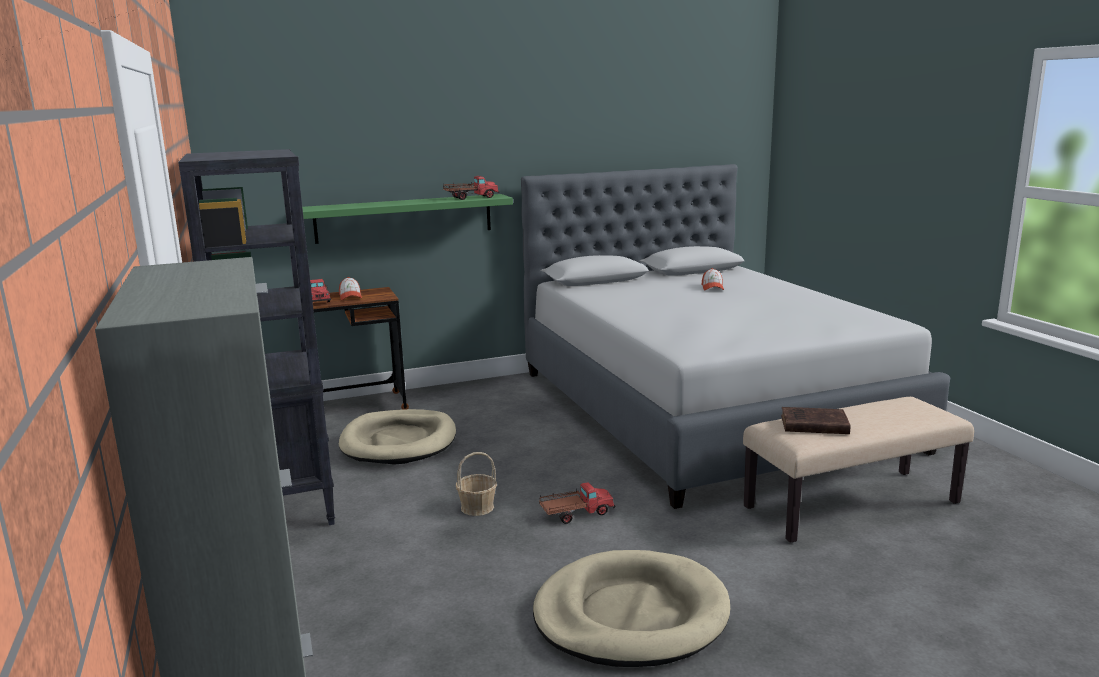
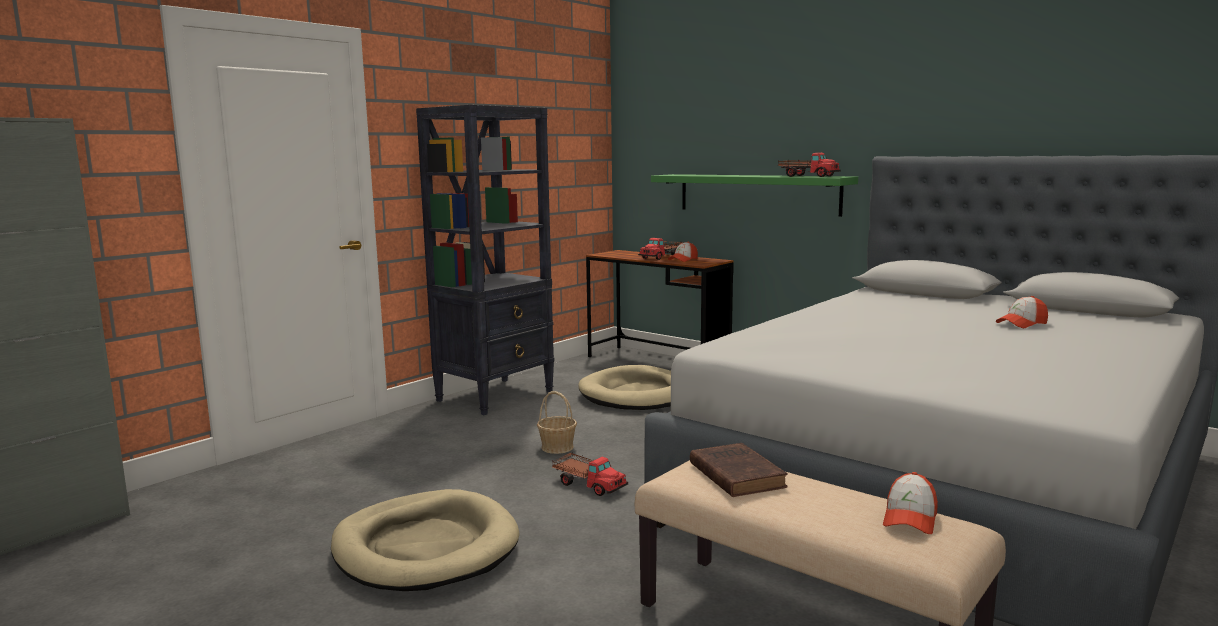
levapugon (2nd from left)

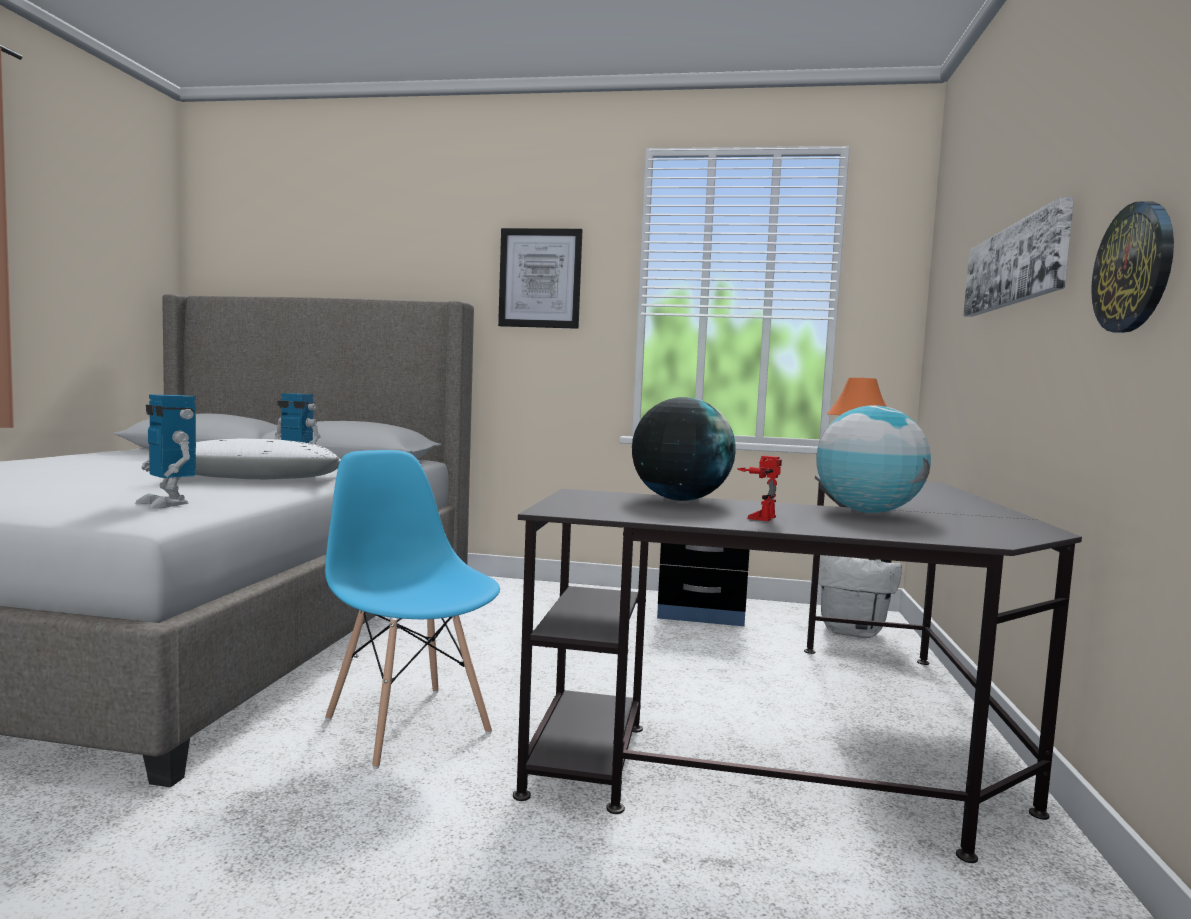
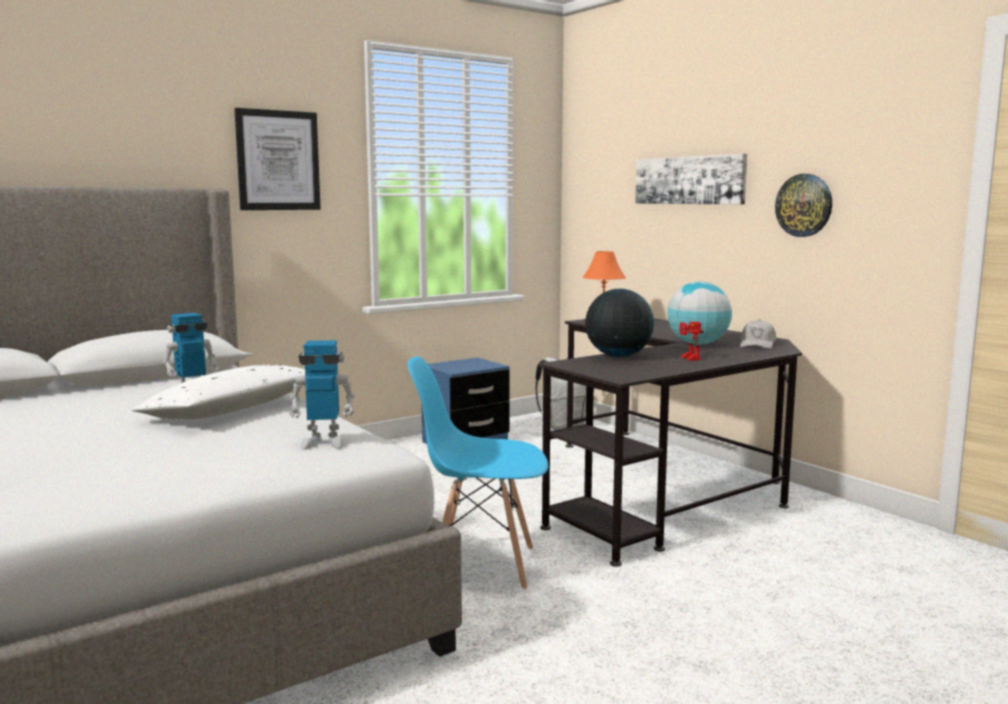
levapugon (white)

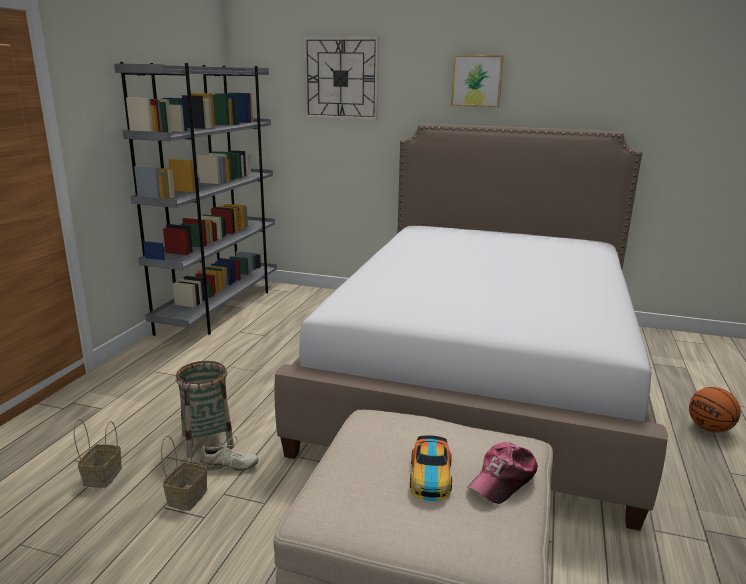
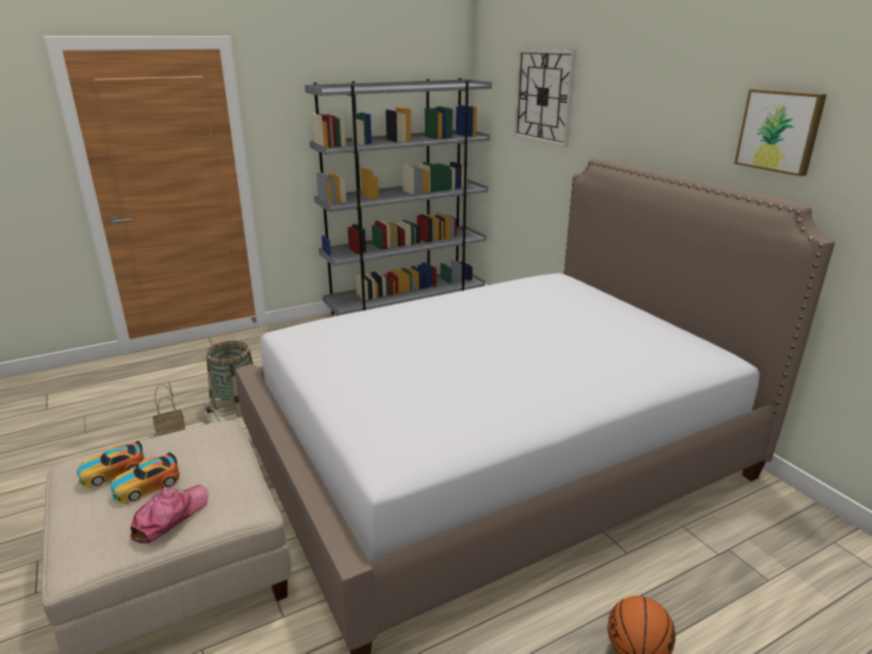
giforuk (1st from left in the first image)
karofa (1st from left)
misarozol
levapugon

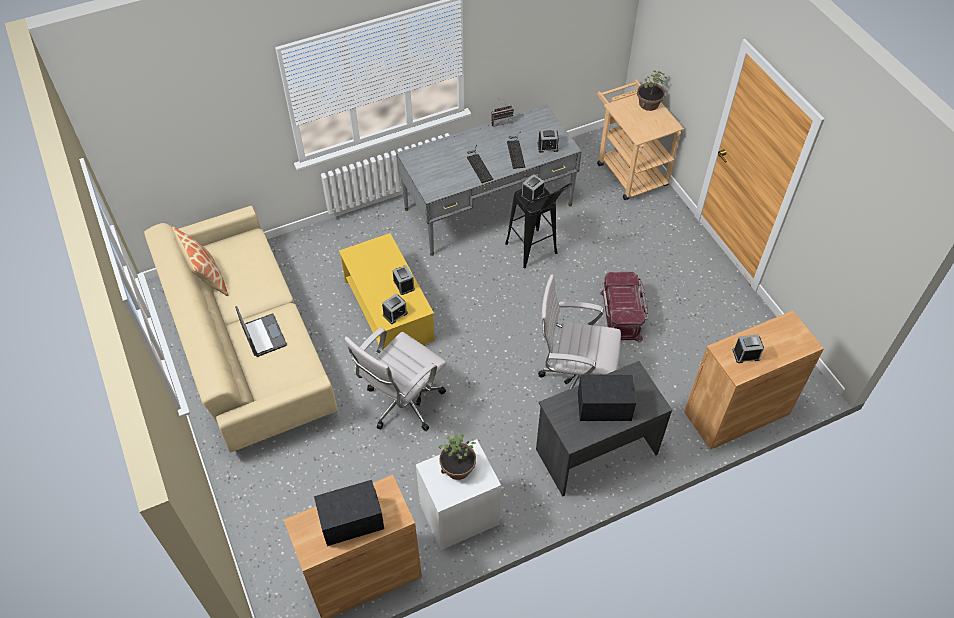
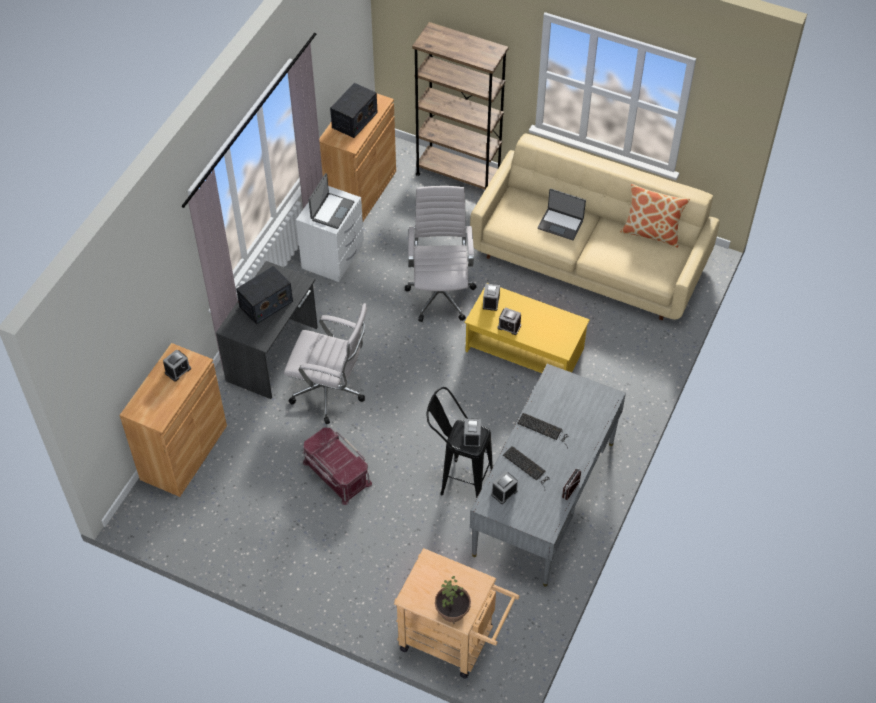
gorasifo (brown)
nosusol (1st from left)
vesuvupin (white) (1st from left)

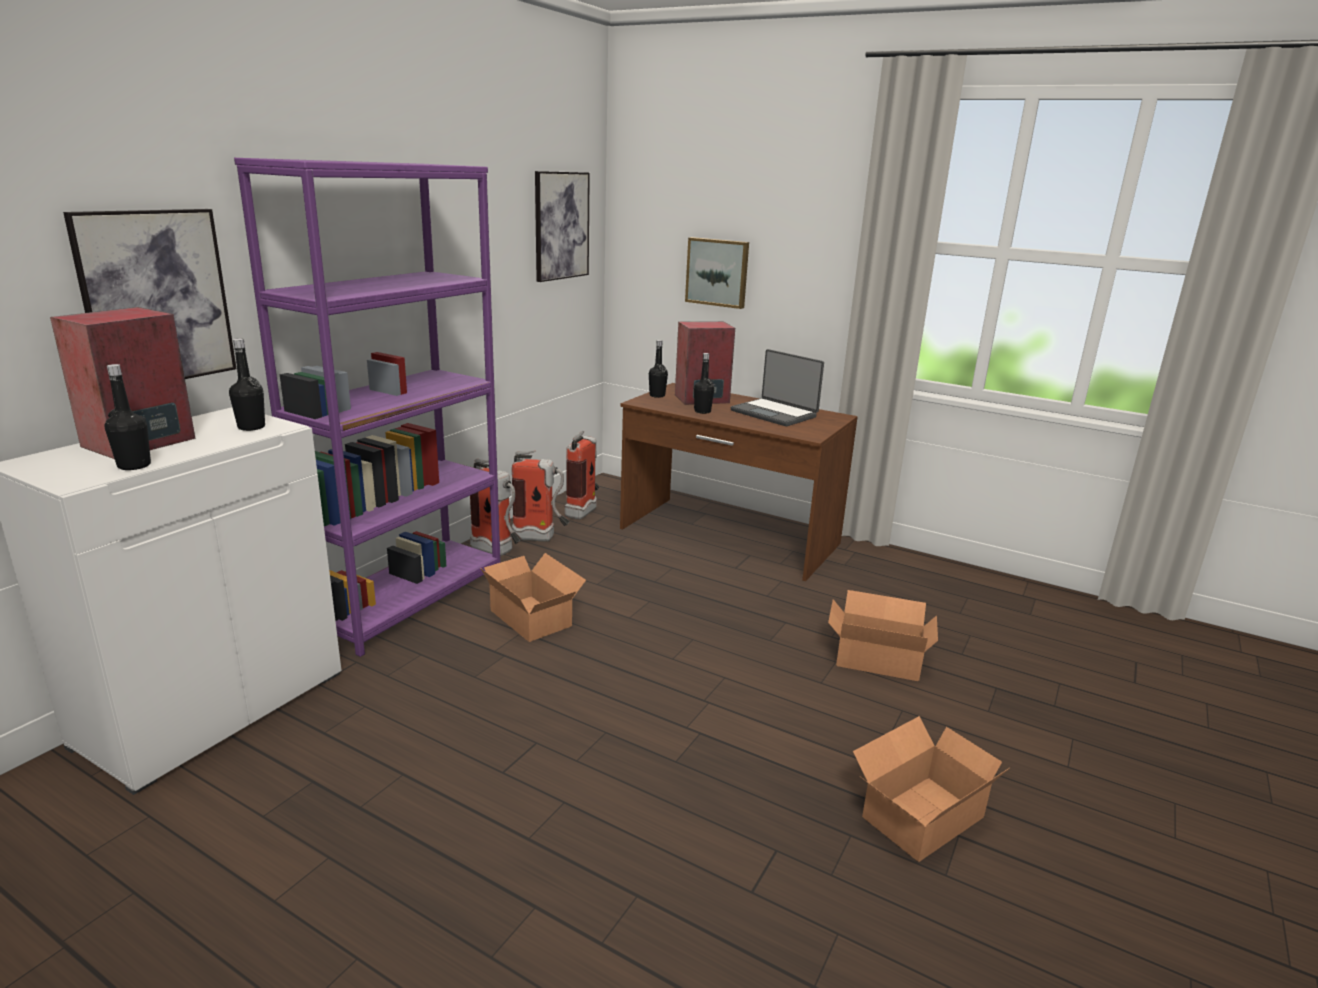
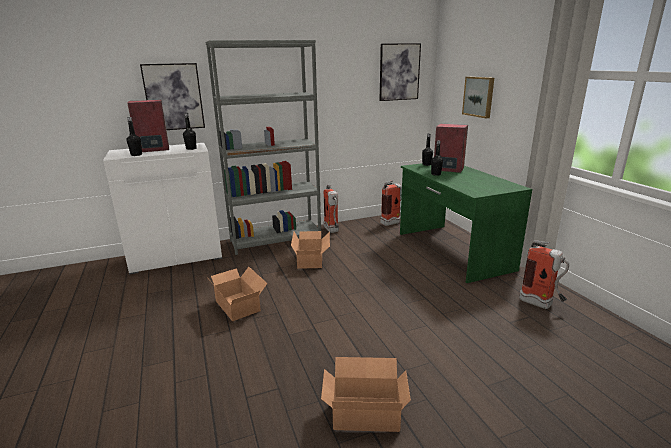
nosusol
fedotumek (3rd from left)
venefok (1st from left)
gorasifo (grey)
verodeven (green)

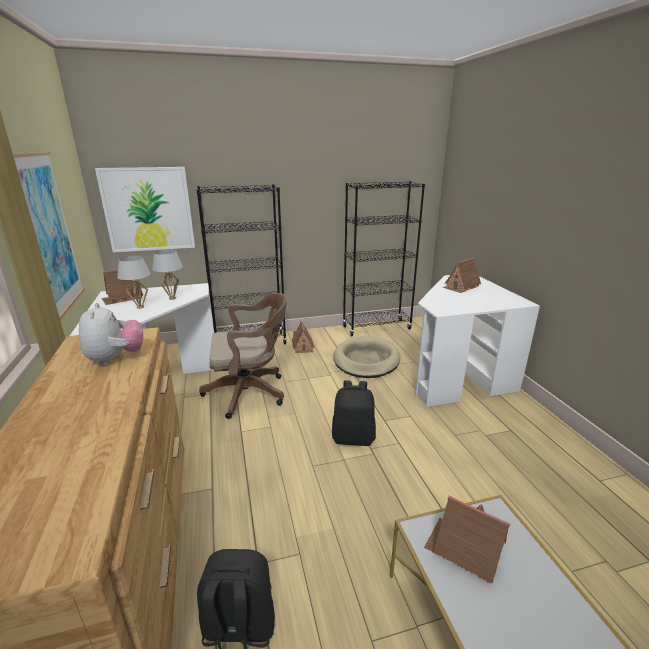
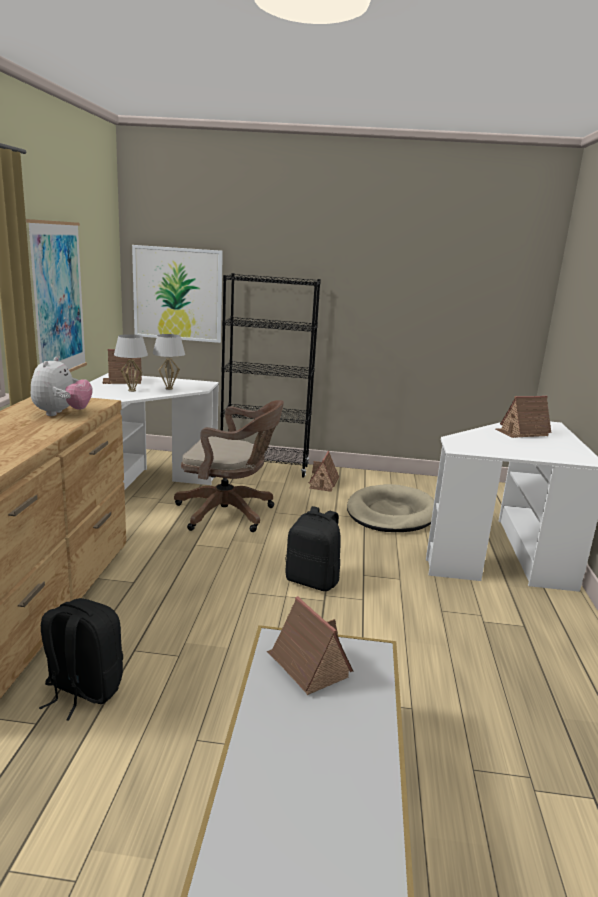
gorasifo (black) (2nd from left in the first image)

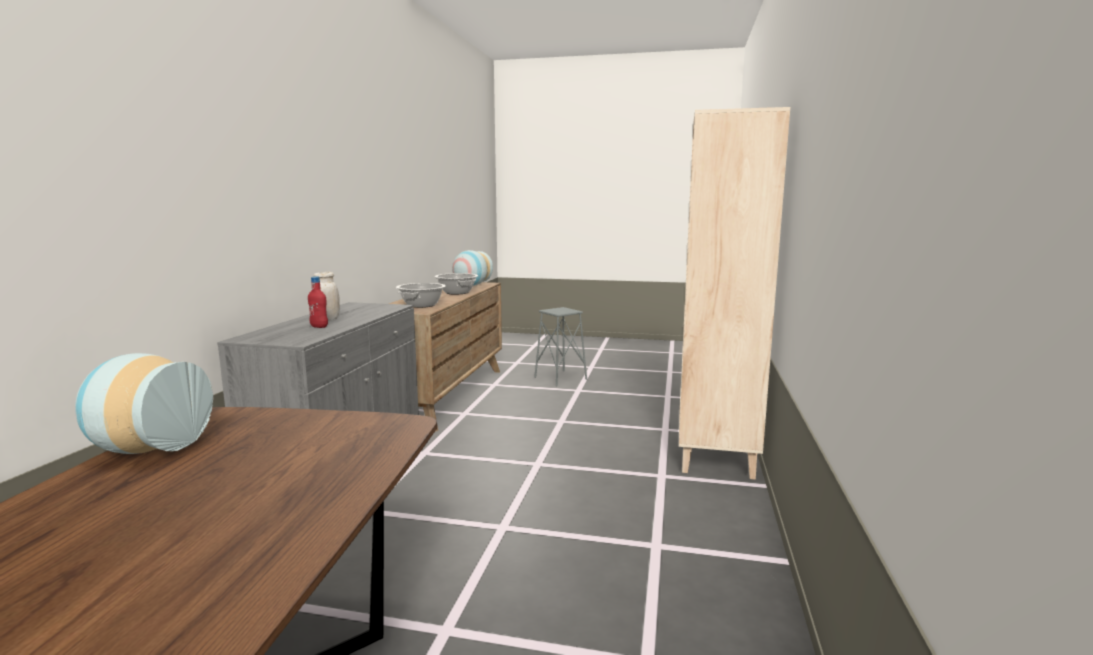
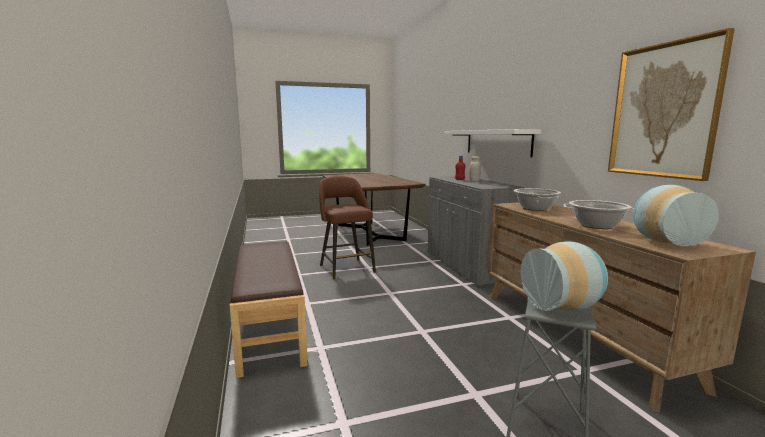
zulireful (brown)
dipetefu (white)
misarozol
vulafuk (1st from left)
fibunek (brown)

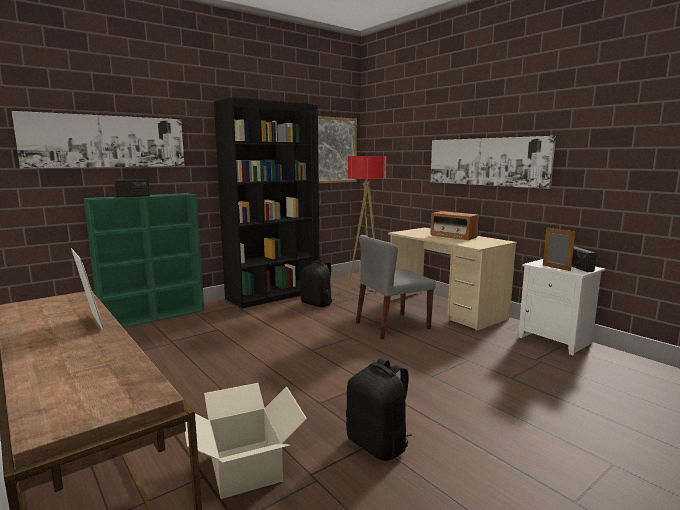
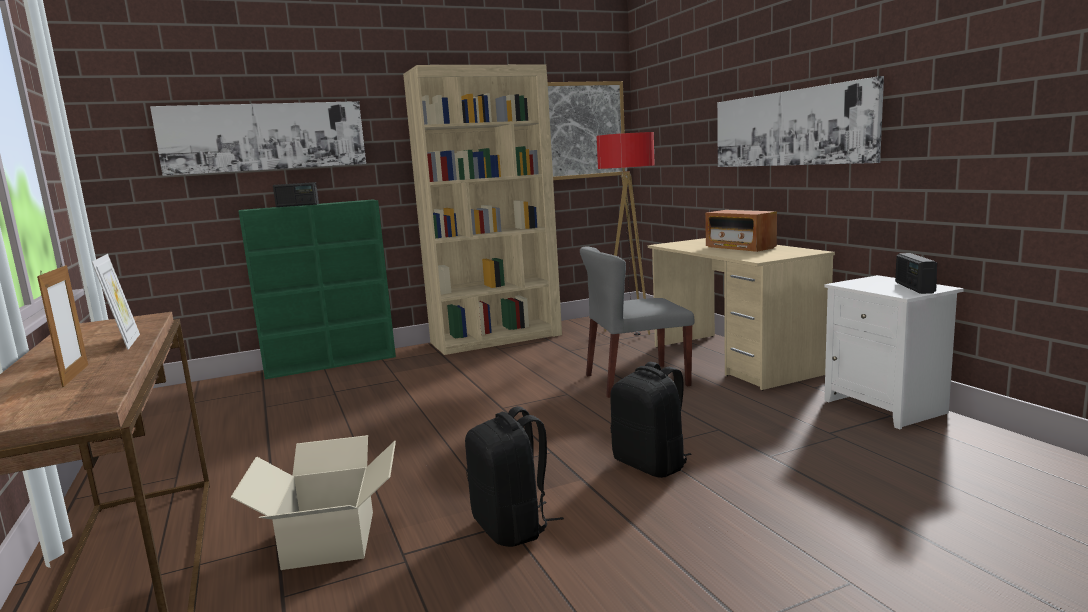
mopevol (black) (2nd from left)
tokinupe (1st from left)
gorasifo (beige)

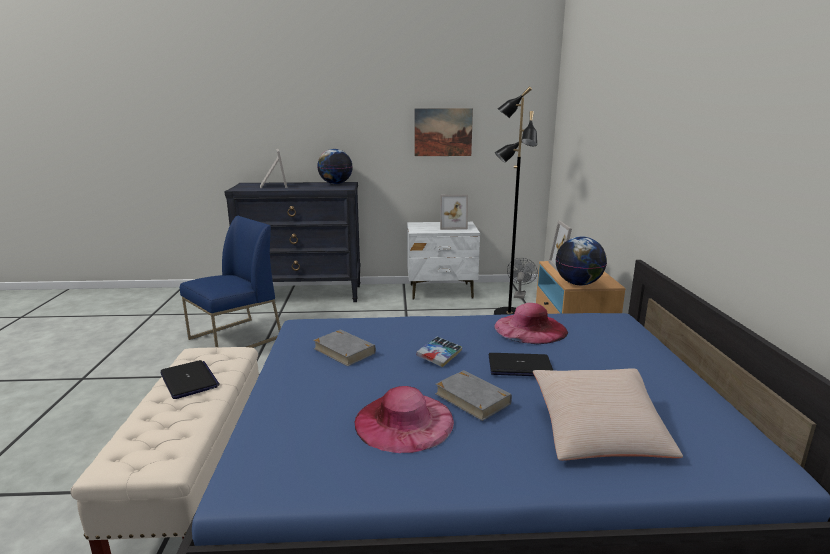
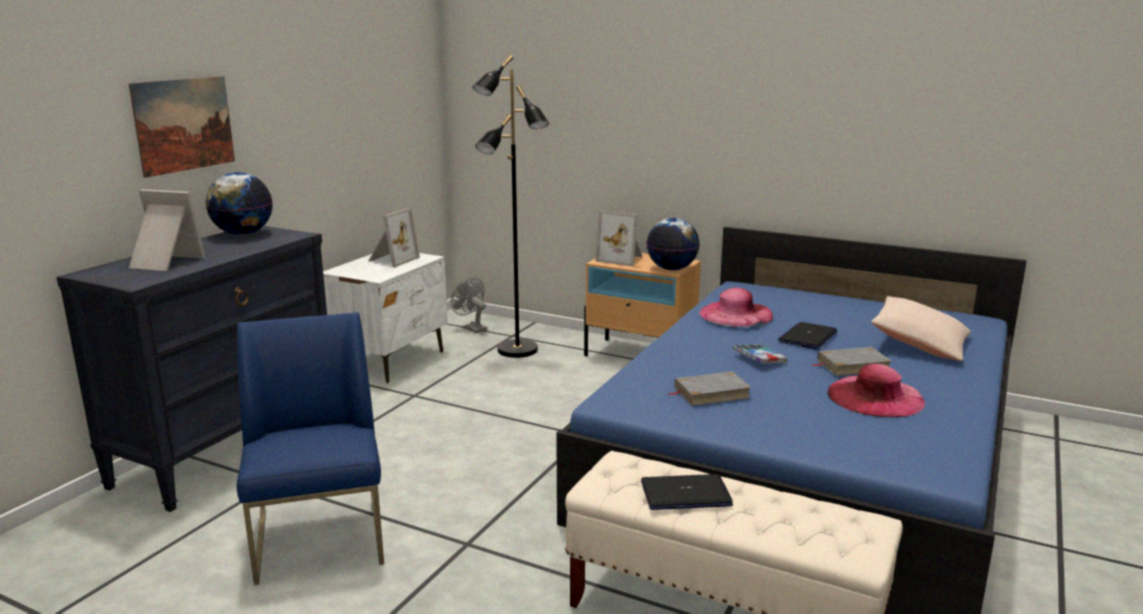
misarozol

